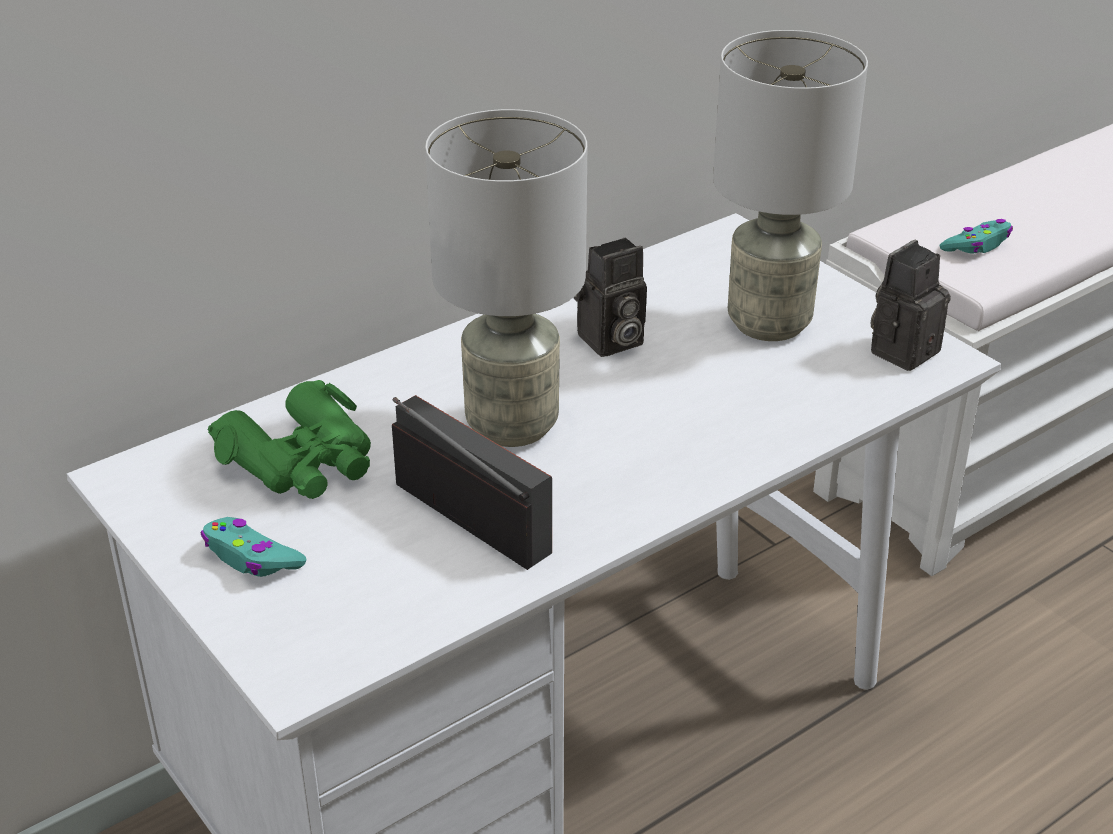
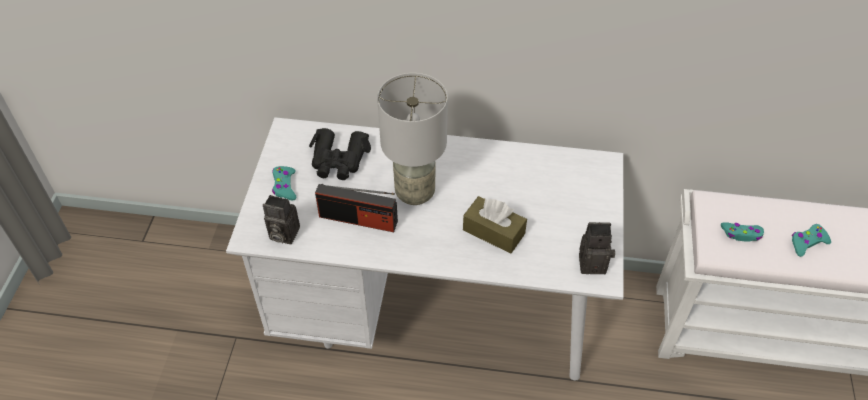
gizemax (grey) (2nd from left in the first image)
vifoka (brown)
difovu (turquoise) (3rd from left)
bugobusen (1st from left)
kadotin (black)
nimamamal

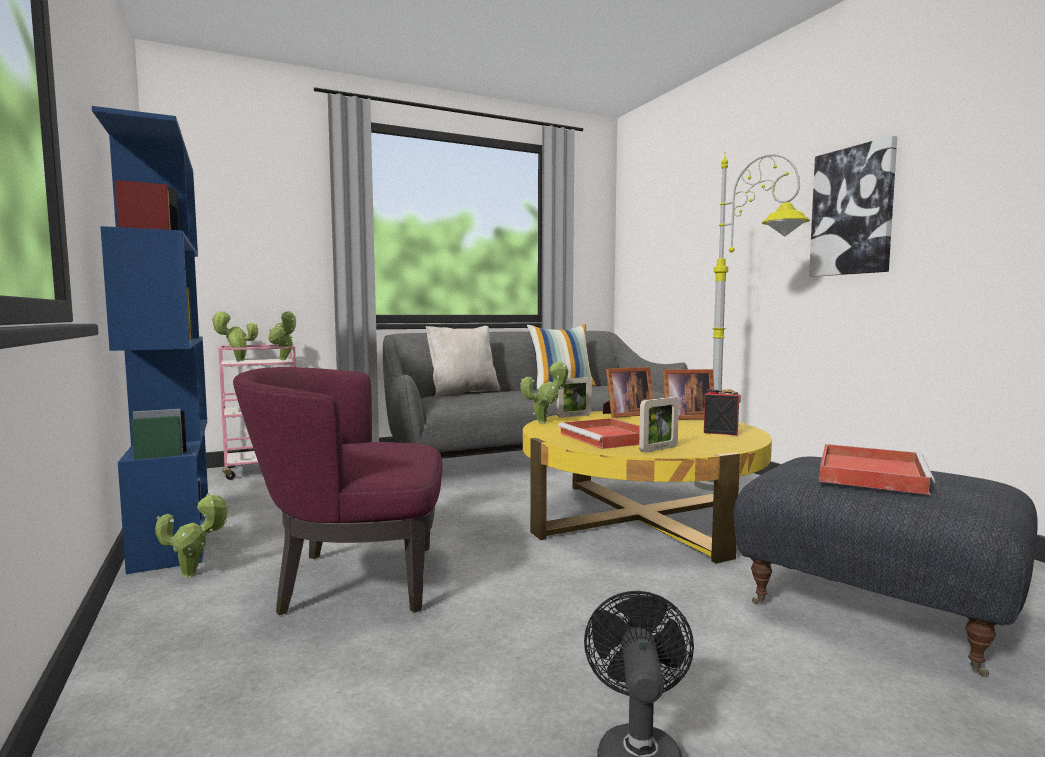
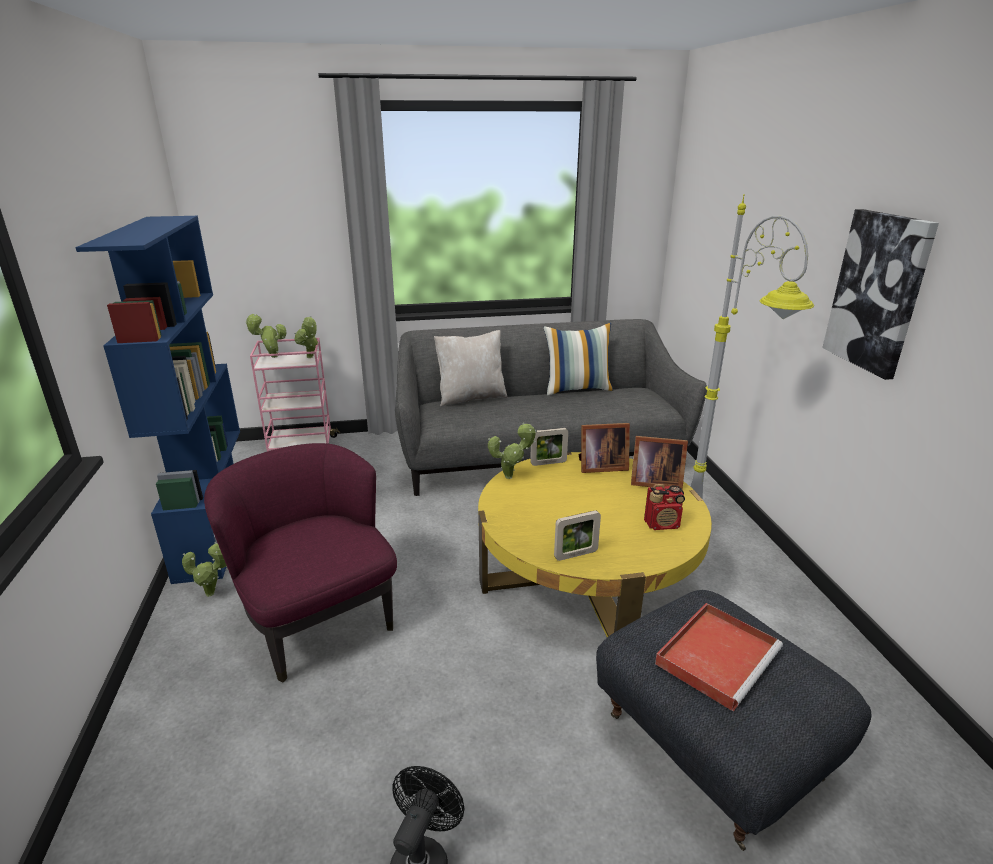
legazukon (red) (1st from left in the first image)
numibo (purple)
nimamamal

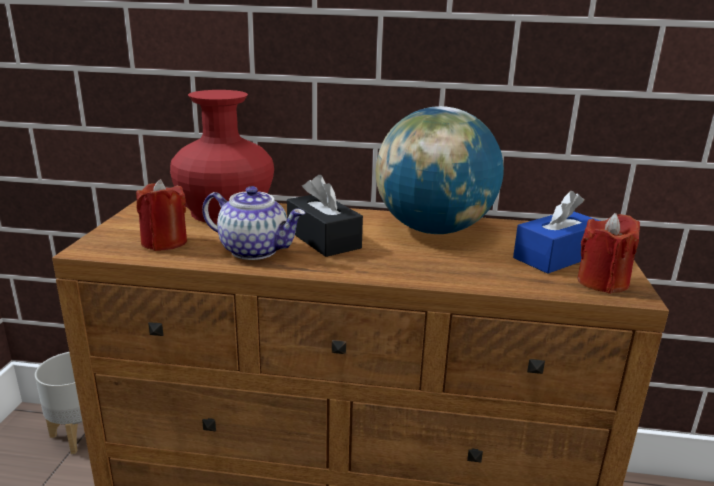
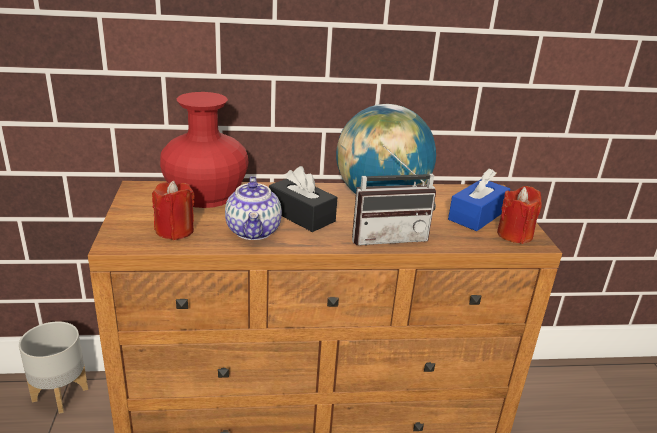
nimamamal
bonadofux

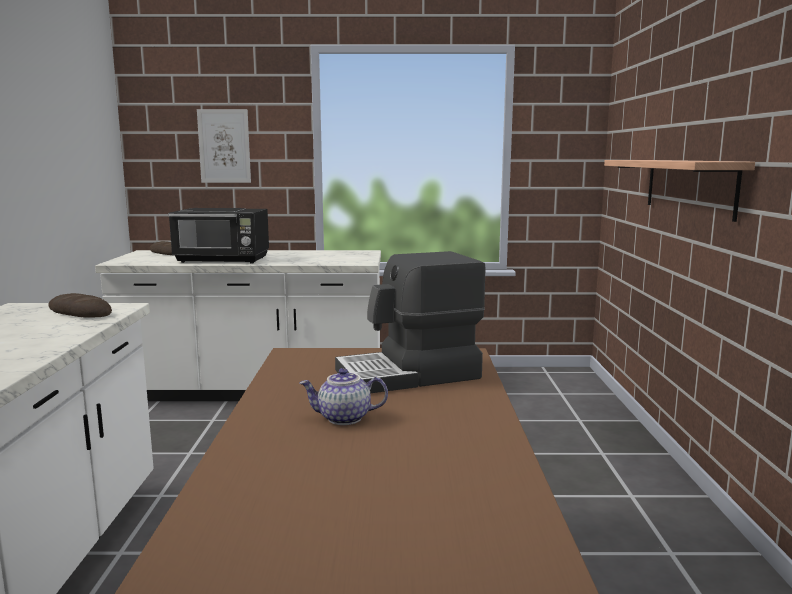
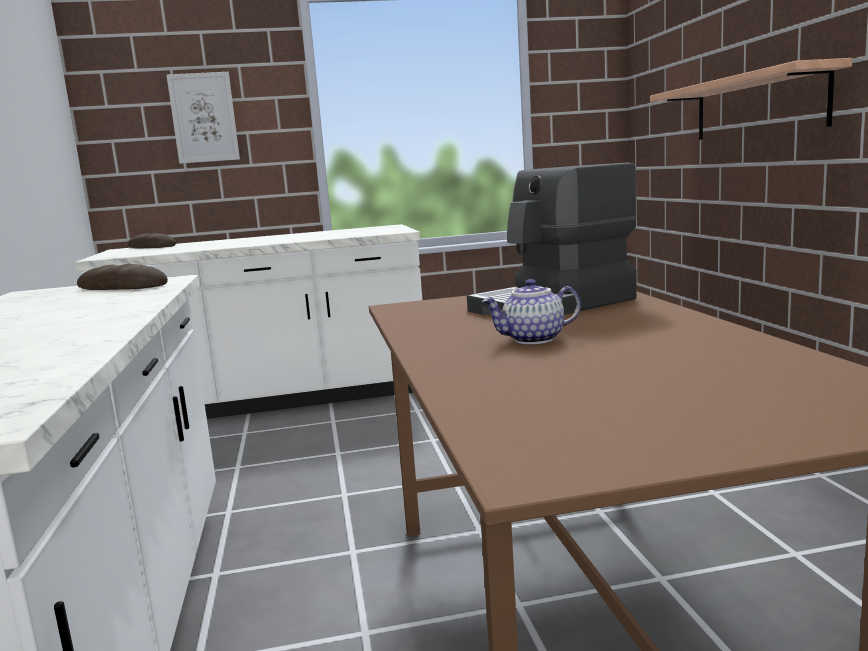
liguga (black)

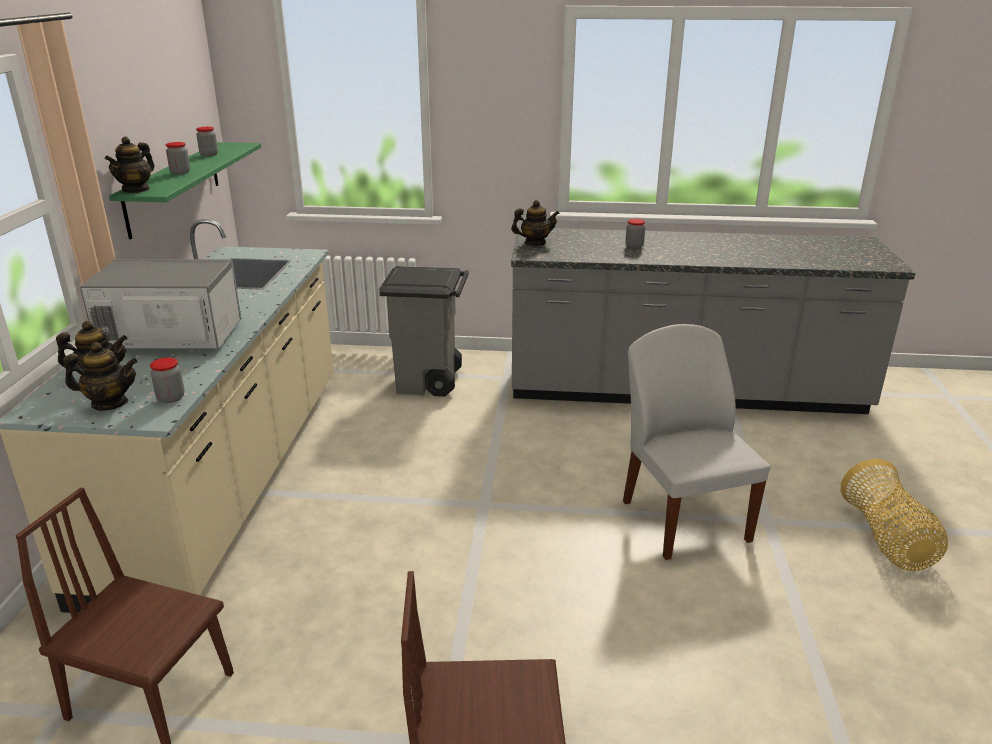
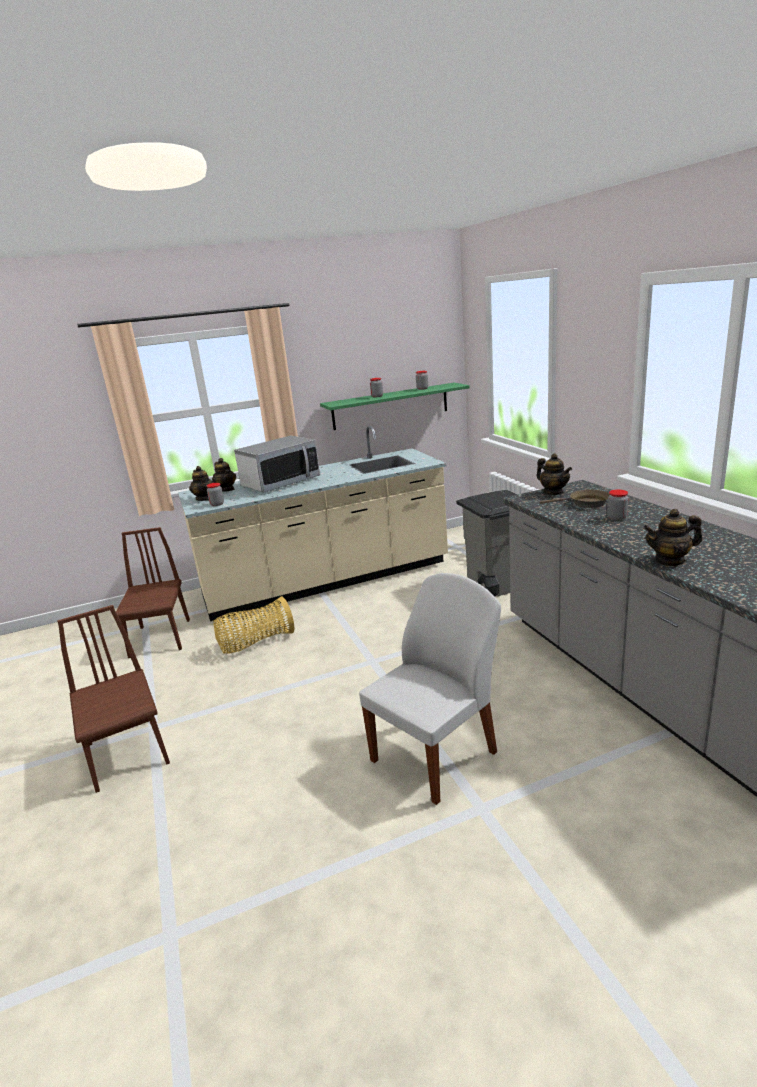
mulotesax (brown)
bonadofux (4th from left)
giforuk
liguga

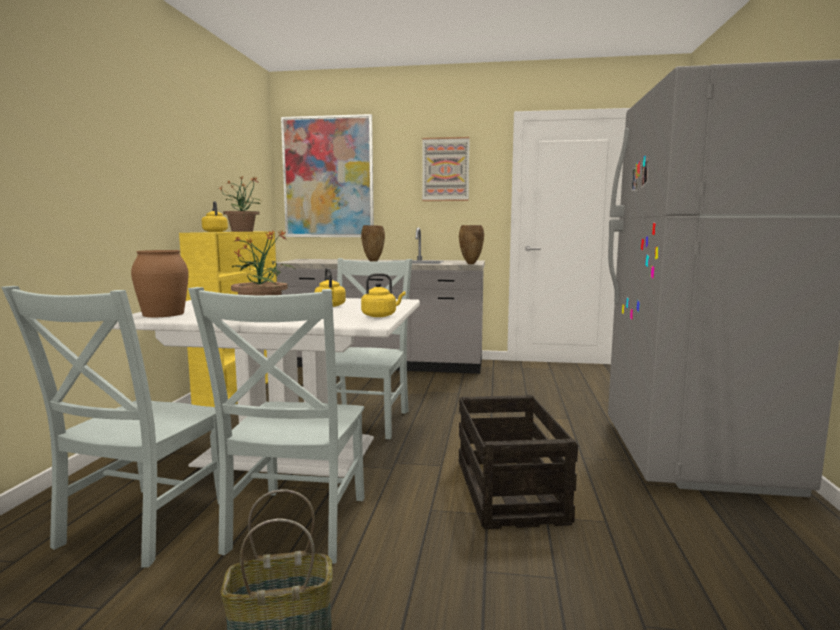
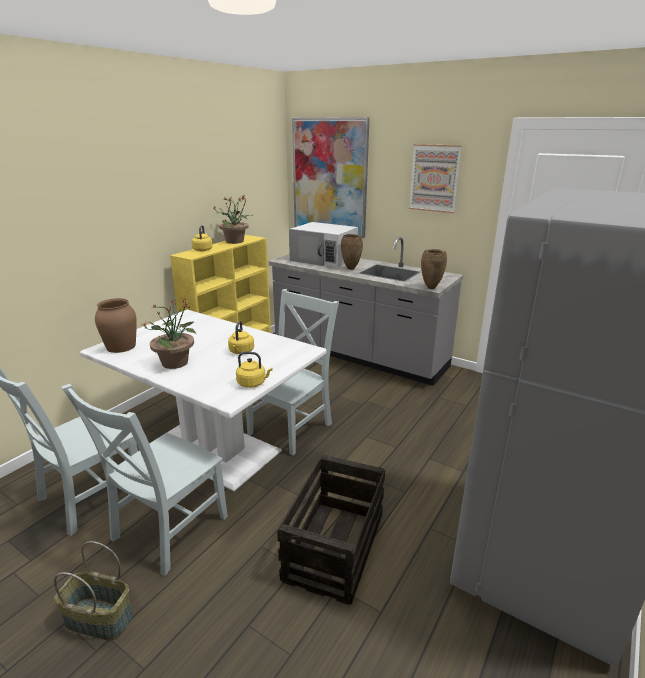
liguga (white)

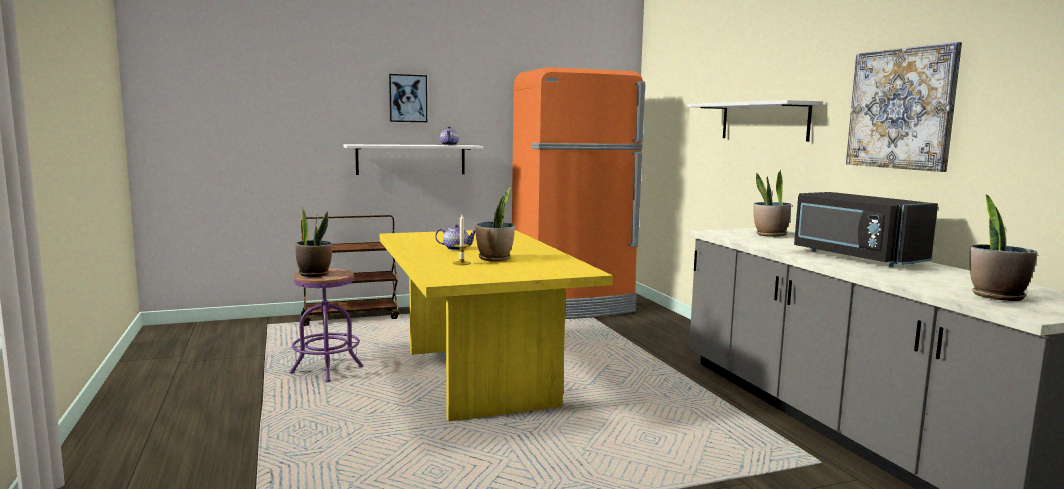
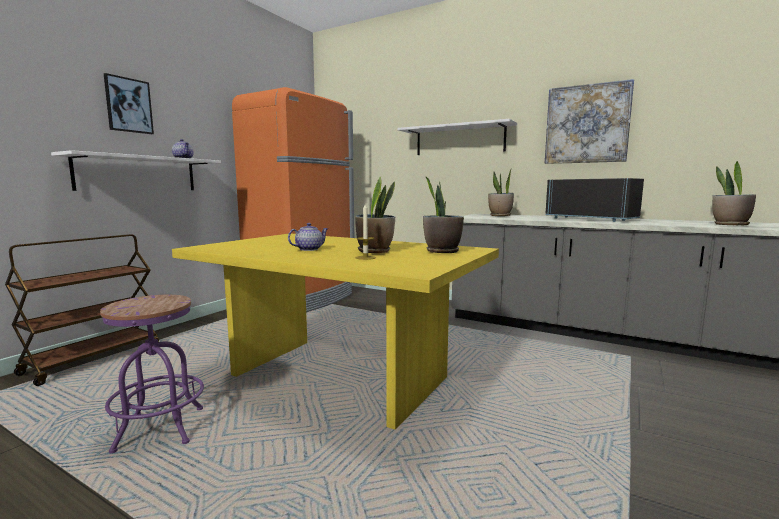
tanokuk (2nd from left)
liguga (black)

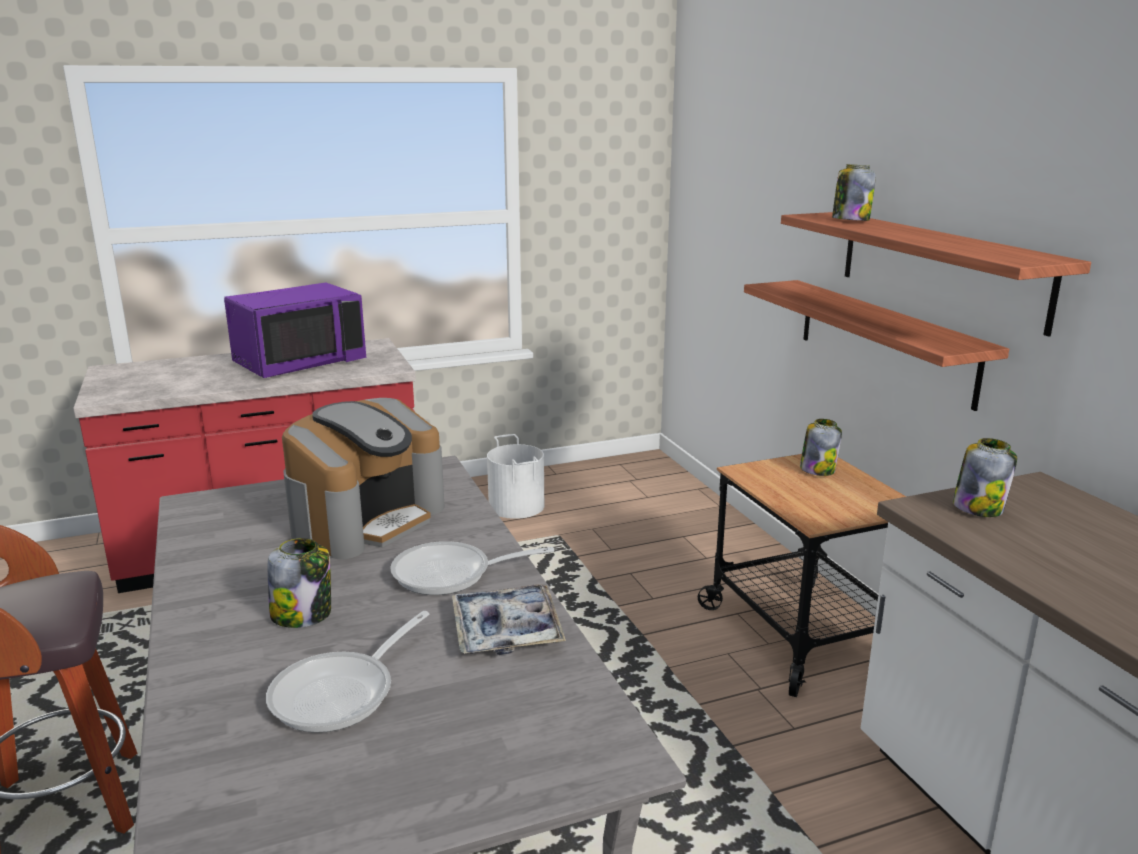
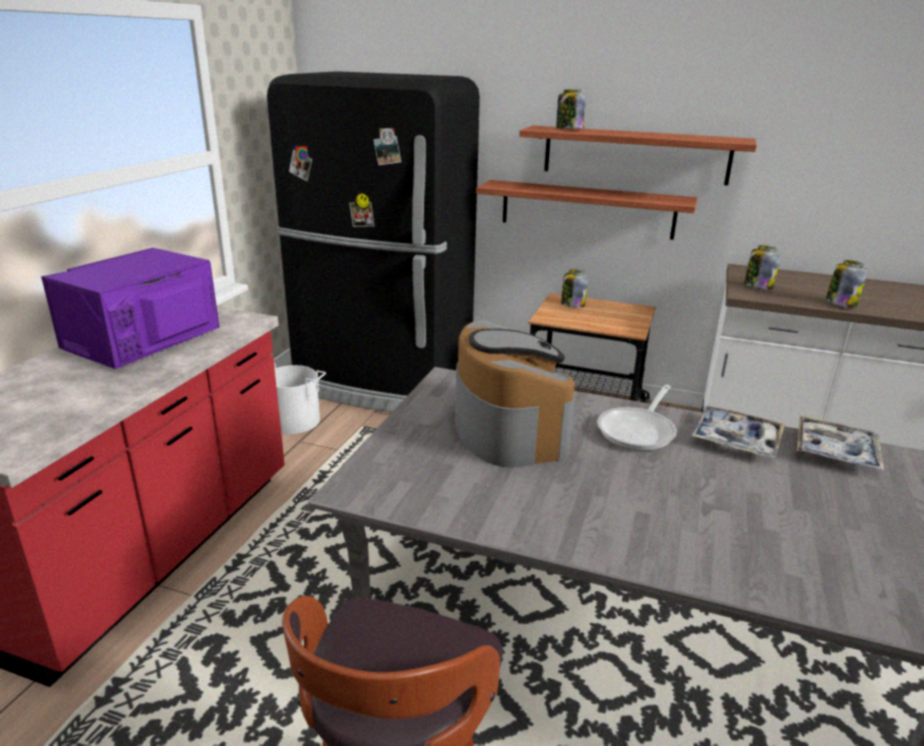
mulotesax (1st from left in the first image)
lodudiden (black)
legazukon (2nd from left)
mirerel (4th from left)
liguga (purple)

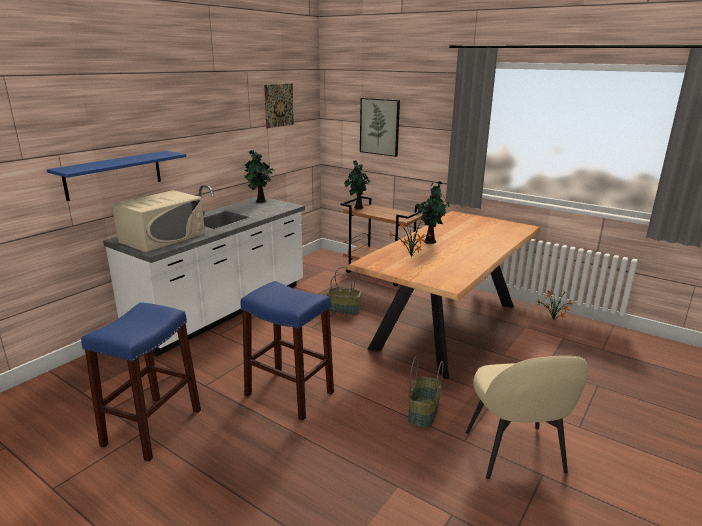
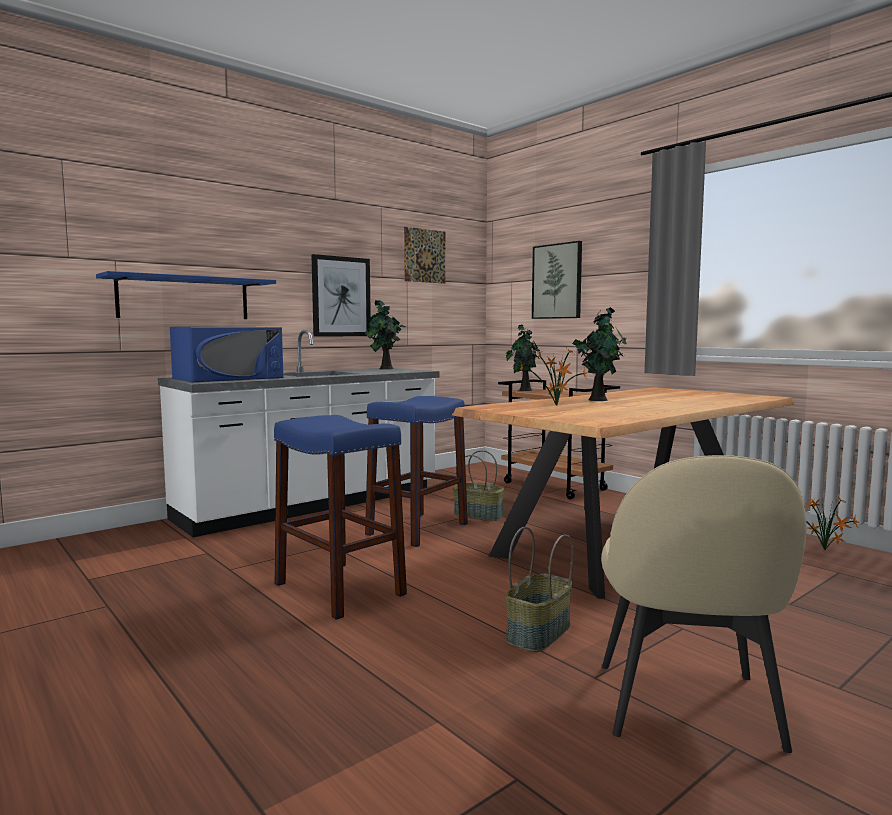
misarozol (1st from left)
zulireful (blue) (2nd from left)
liguga (blue)

